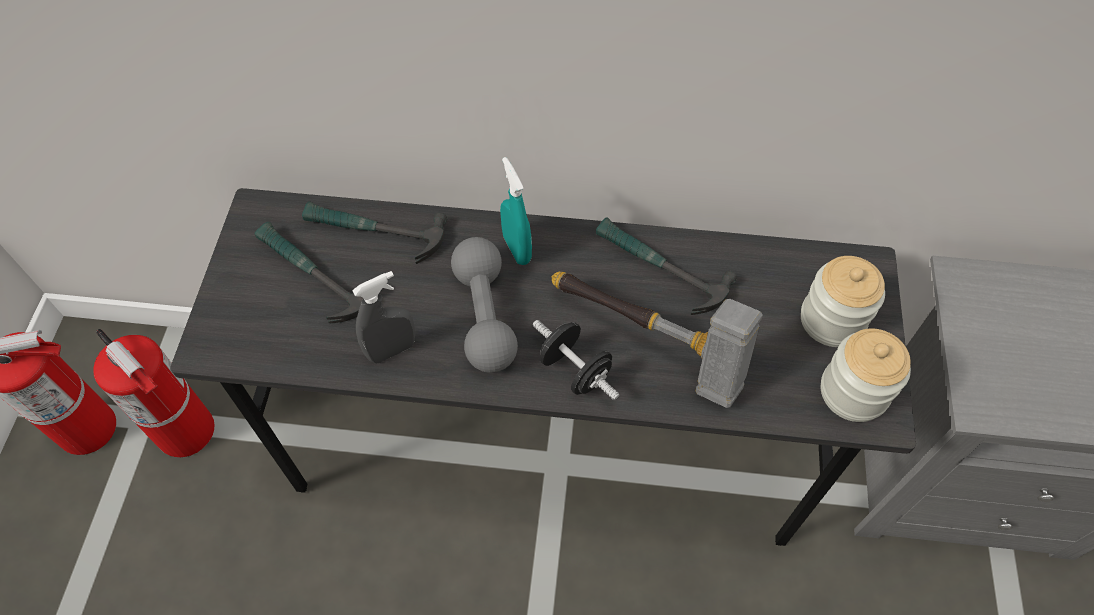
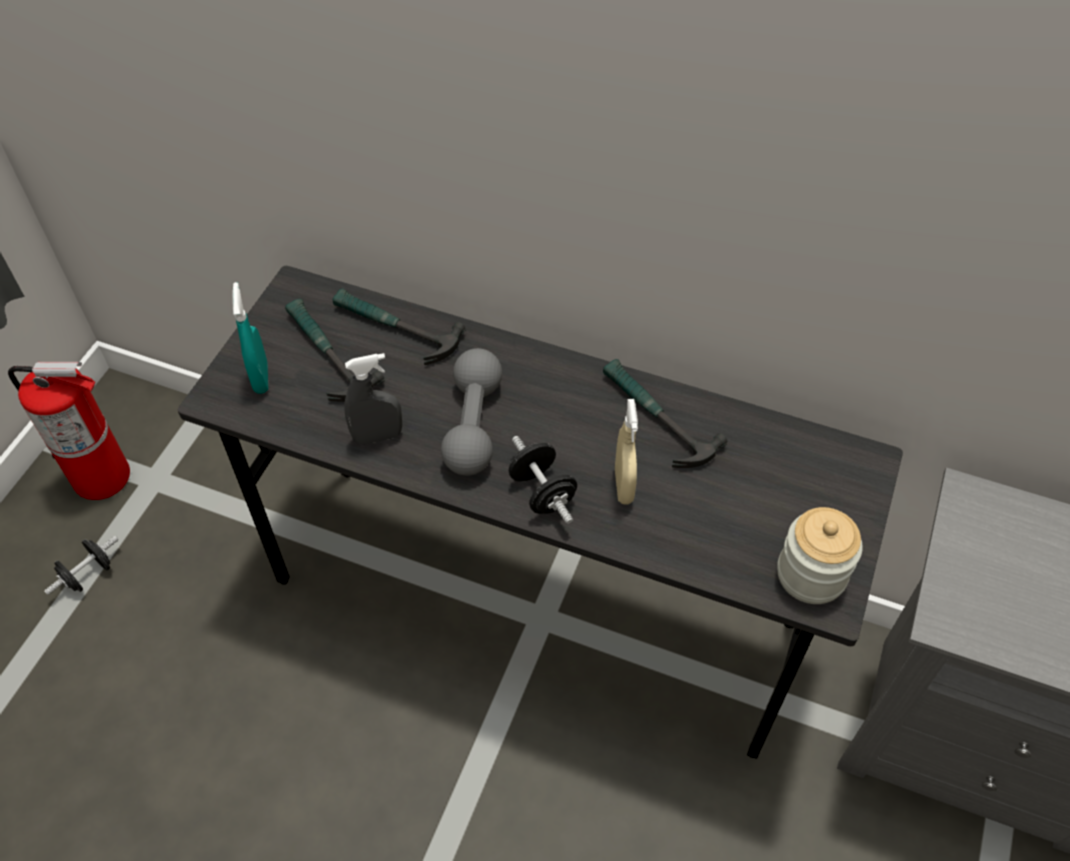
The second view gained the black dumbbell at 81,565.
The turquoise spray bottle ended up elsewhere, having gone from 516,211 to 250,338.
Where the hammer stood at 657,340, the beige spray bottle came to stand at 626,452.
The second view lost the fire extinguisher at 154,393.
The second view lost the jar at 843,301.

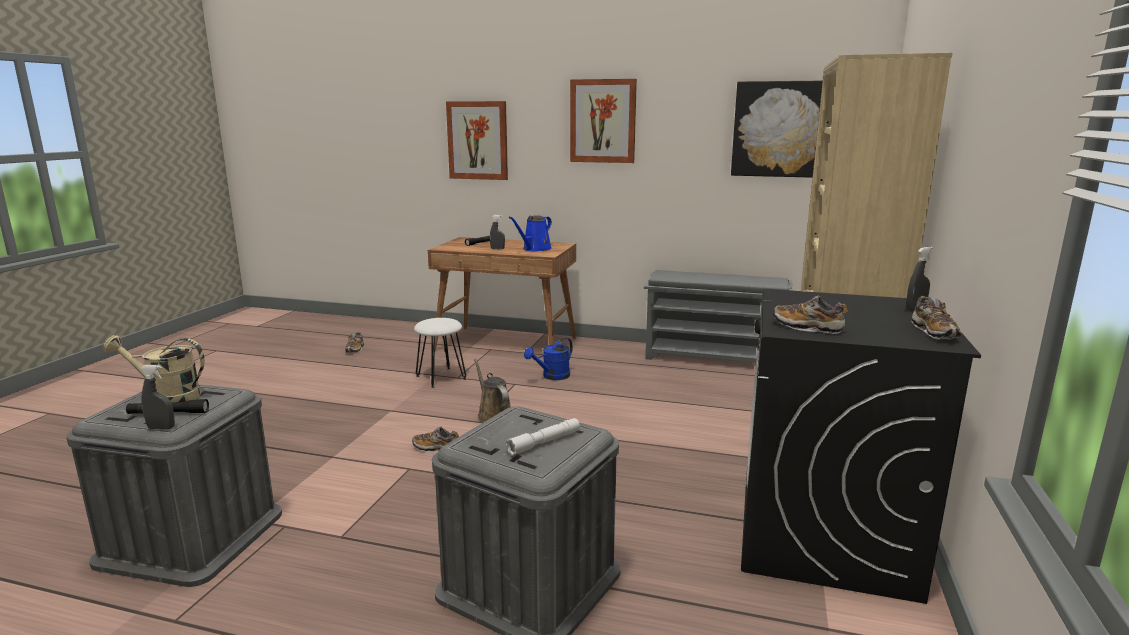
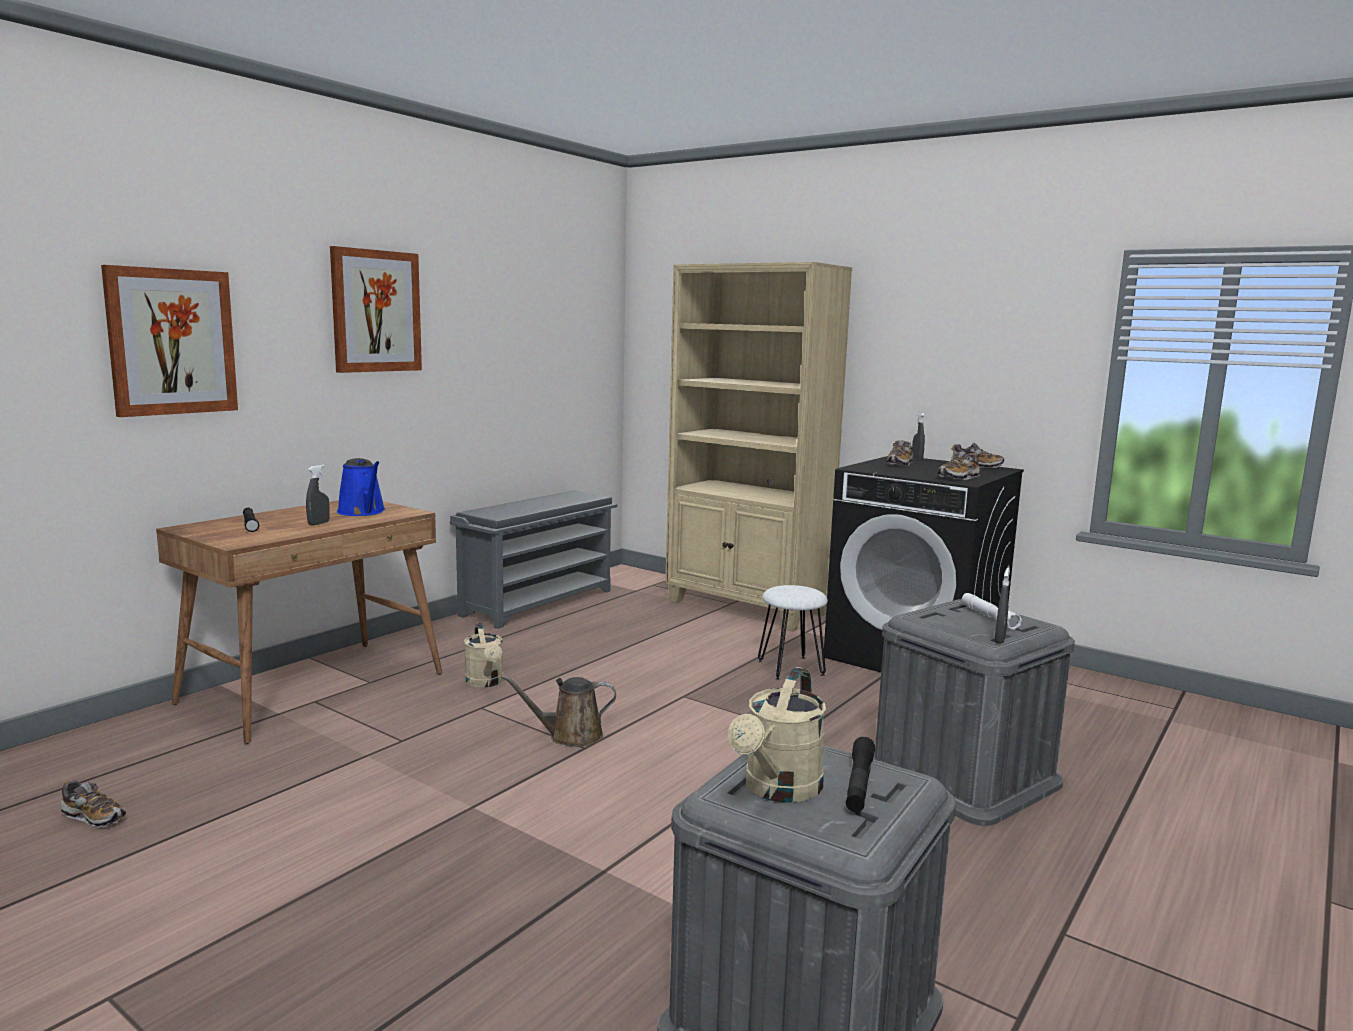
What was the blue watering can at 548,359 turned into the beige watering can at 484,655.
The white stool ended up elsewhere, having gone from 440,353 to 793,632.
The shoe ended up elsewhere, having gone from 435,440 to 900,453.
The grey spray bottle ended up elsewhere, having gone from 157,397 to 1002,606.
The second view lost the picture at 777,129.

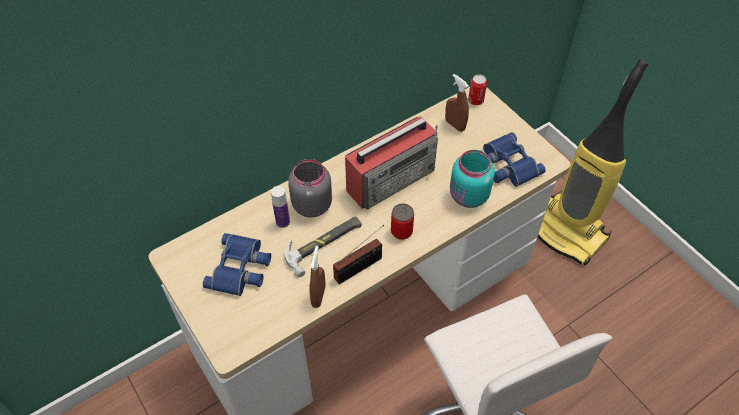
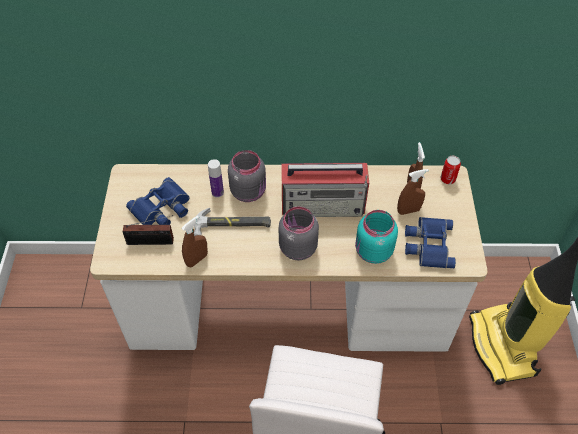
The radio ended up elsewhere, having gone from 358,254 to 148,230.
Where the can stood at 402,221, the grey jar came to stand at 299,233.
The second view gained the brown spray bottle at 413,192.

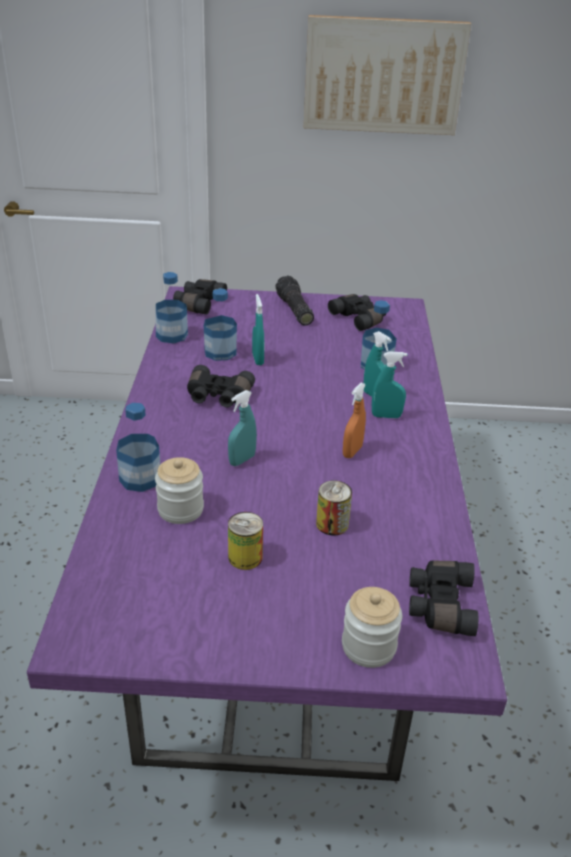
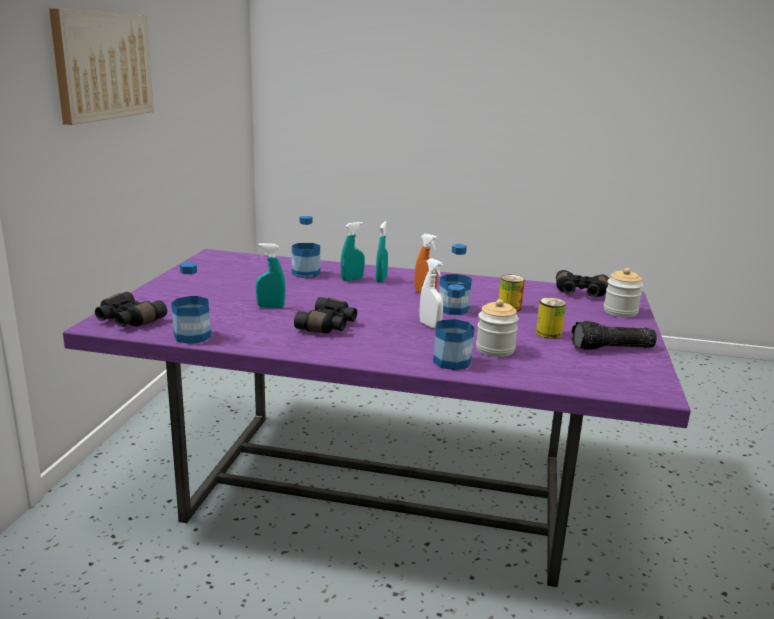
What was the turquoise spray bottle at 242,428 turned into the white spray bottle at 431,293.
The bottle ended up elsewhere, having gone from 220,324 to 455,279.
The flashlight ended up elsewhere, having gone from 295,300 to 614,335.
The second view lost the black binoculars at 357,312.

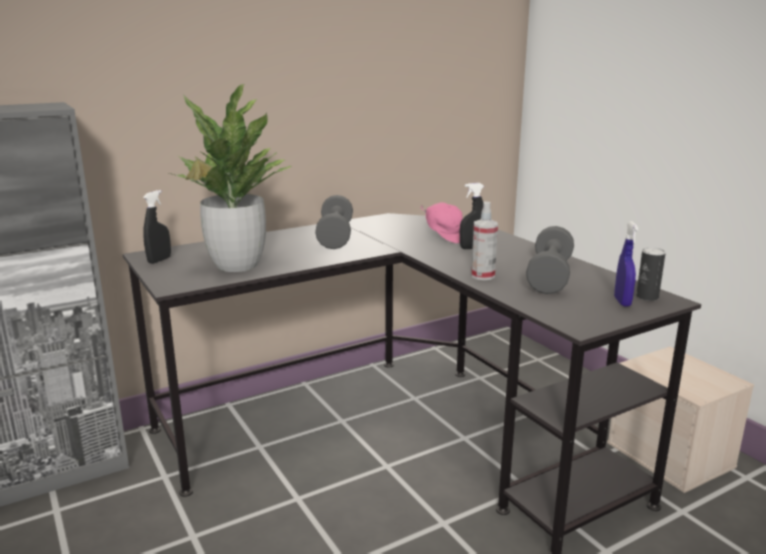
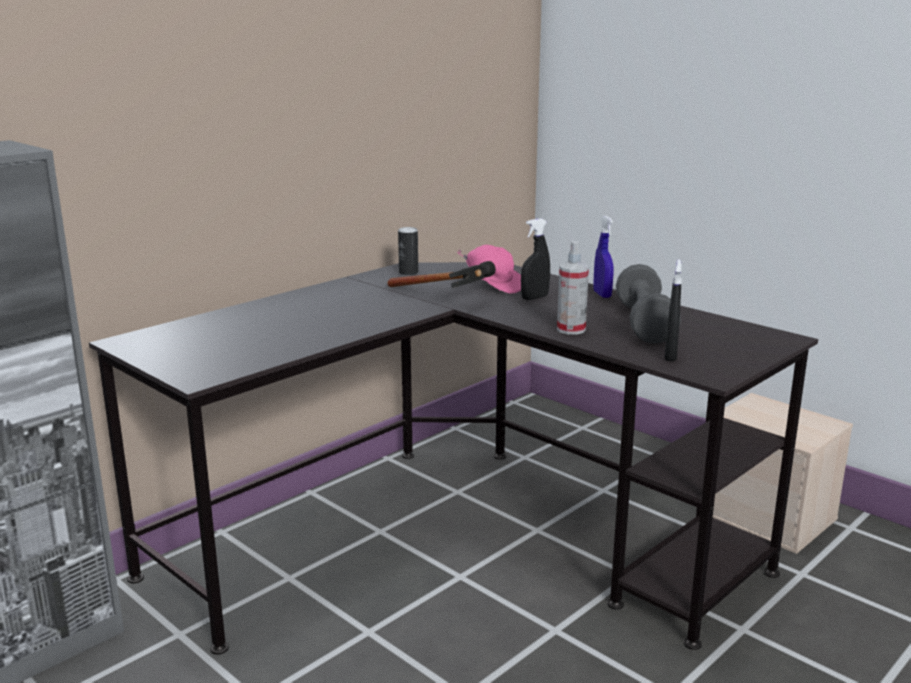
The second view gained the hammer at 442,274.
The can ended up elsewhere, having gone from 651,274 to 408,251.
The blue spray bottle ended up elsewhere, having gone from 626,263 to 603,257.
The black spray bottle ended up elsewhere, having gone from 157,227 to 673,310.
The second view lost the potted plant at 230,178.
The second view lost the grey dumbbell at 334,222.

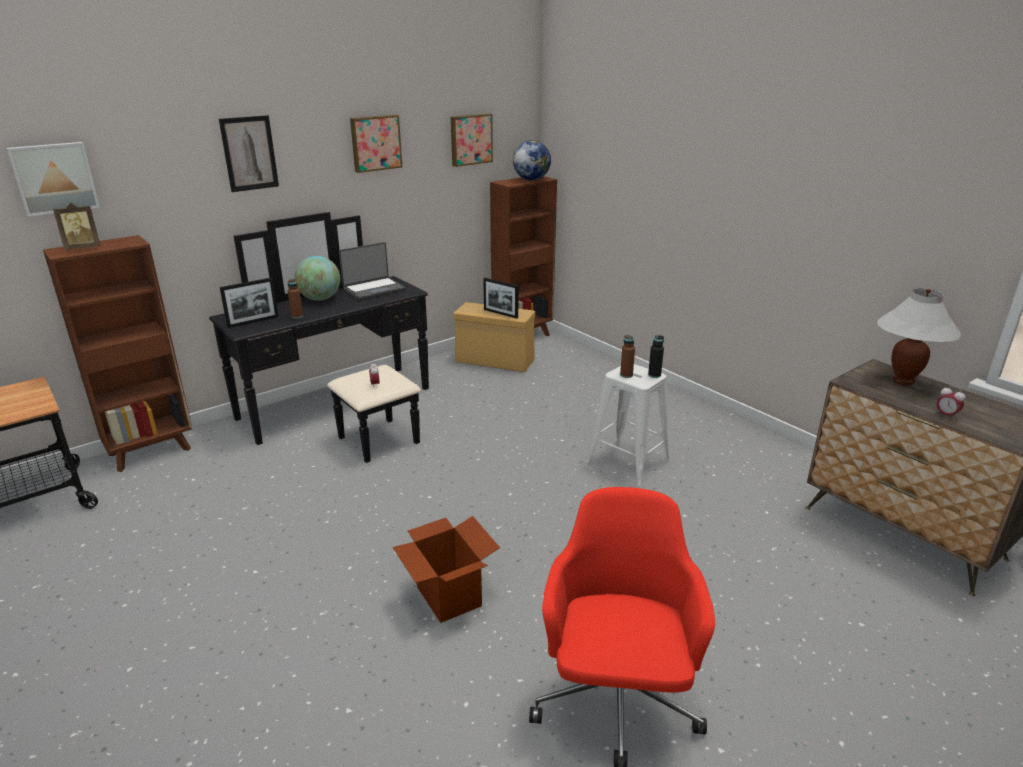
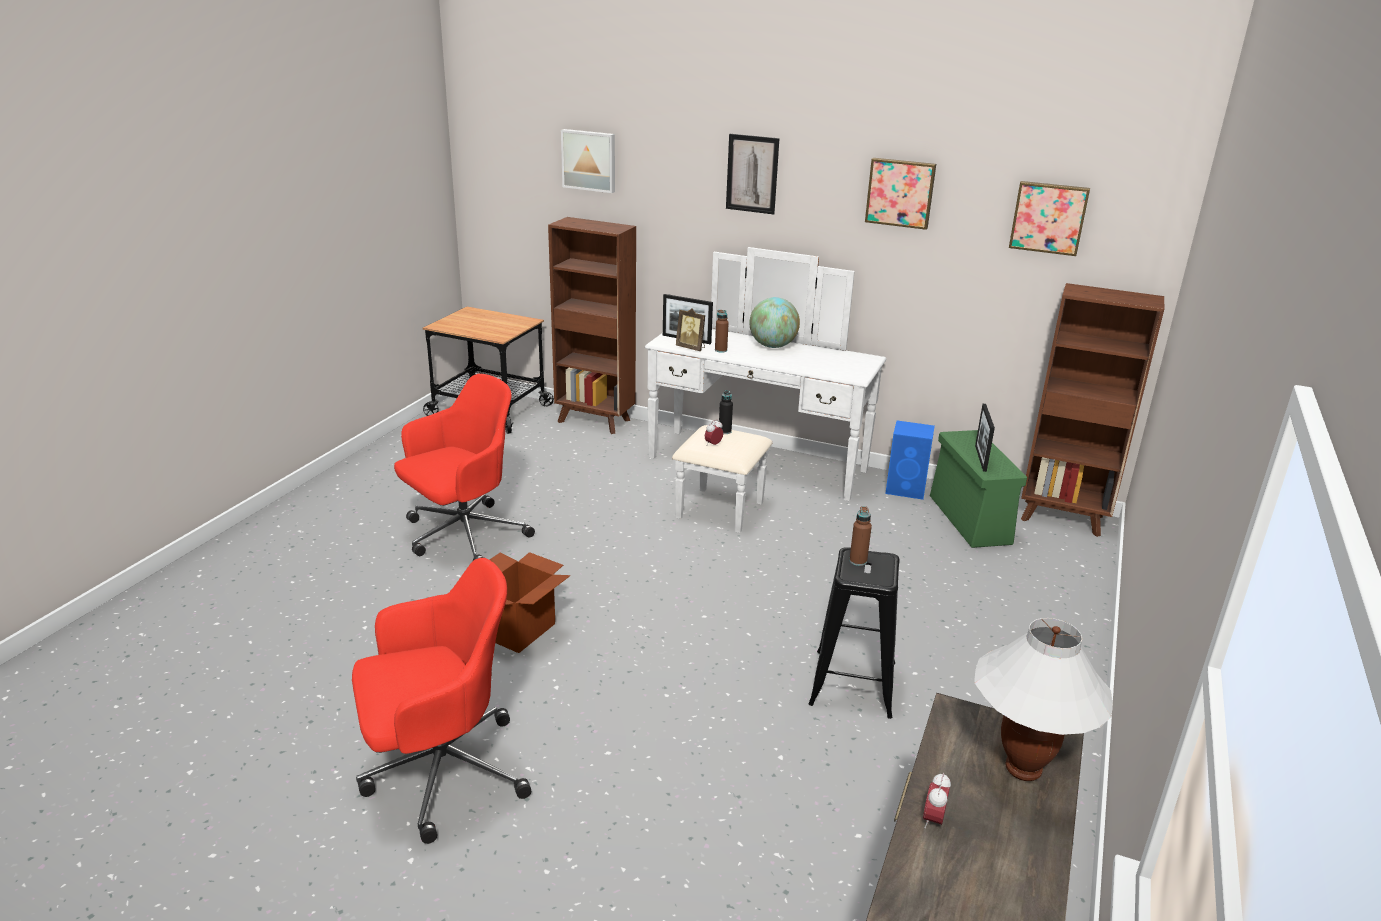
The second view gained the red office chair at 464,467.
What was the black dresser at 319,337 turned into the white dresser at 765,390.
The picture frame ended up elsewhere, having gone from 76,226 to 690,329.
The black bottle ended up elsewhere, having gone from 656,356 to 726,412.
What was the white stool at 628,425 turned into the black stool at 854,633.
The second view gained the blue speaker at 910,460.
What was the beige storage box at 494,337 turned into the green storage box at 978,489.
The second view lost the laptop at 372,271.
The second view lost the globe at 532,160.

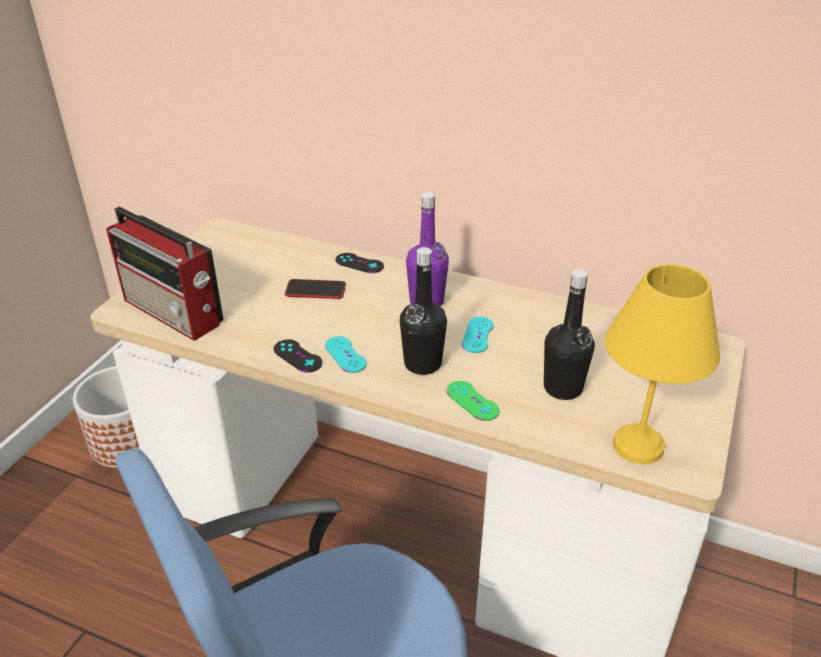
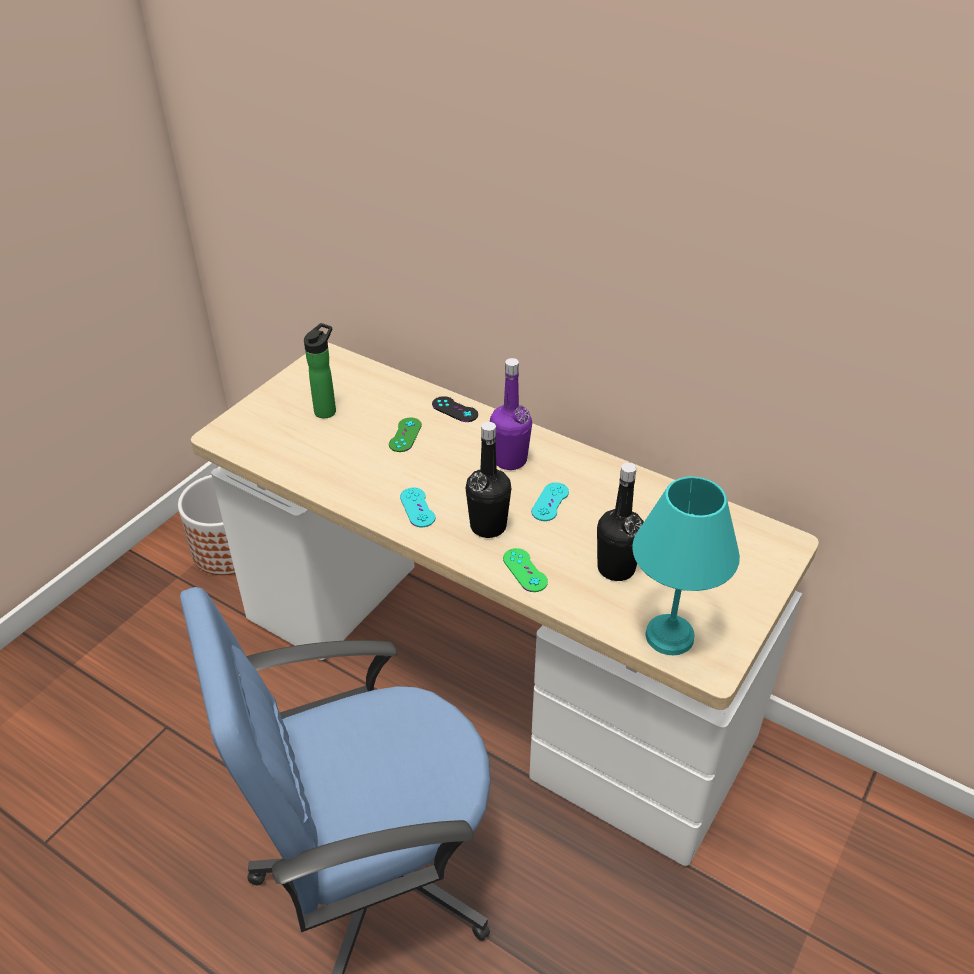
The second view gained the bottle at 320,370.
Where the phone stood at 315,289, the green game controller came to stand at 405,434.
What was the yellow table lamp at 662,364 turned into the turquoise table lamp at 686,565.
The second view lost the radio at 165,274.
The second view lost the black game controller at 298,356.

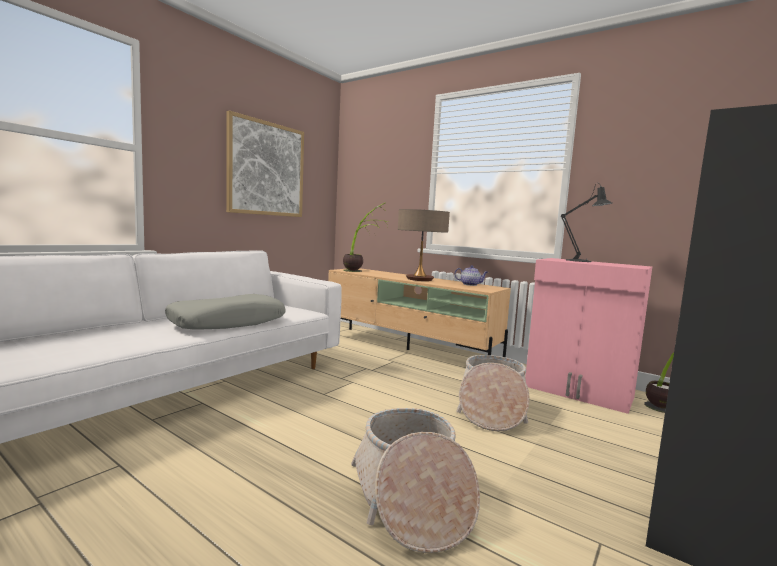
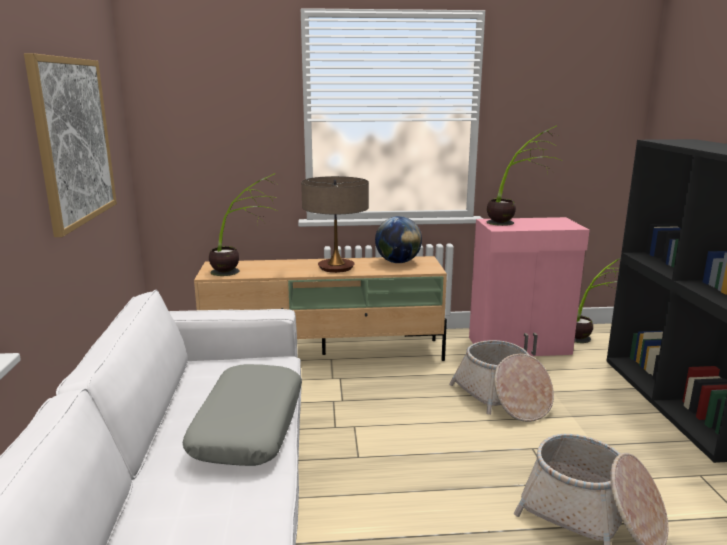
Where the teapot stood at 471,275, the globe came to stand at 398,239.
Where the black table lamp stood at 586,222, the potted plant came to stand at 524,175.

